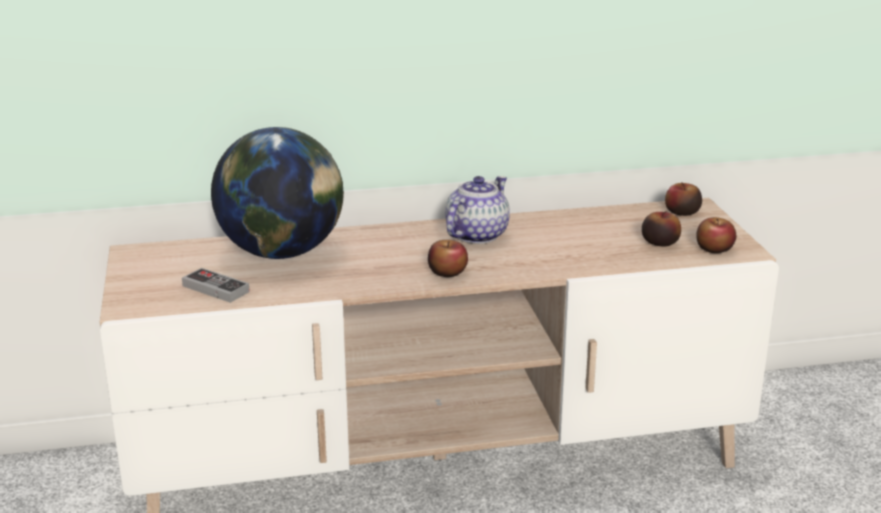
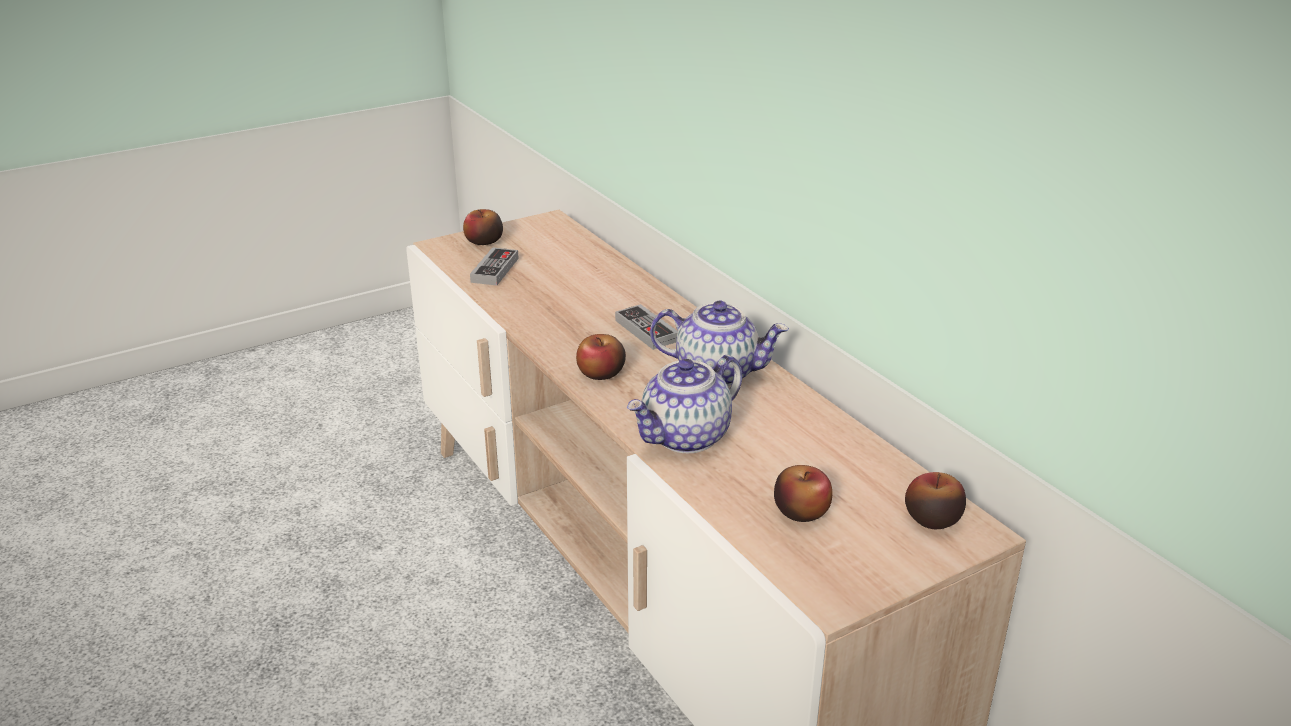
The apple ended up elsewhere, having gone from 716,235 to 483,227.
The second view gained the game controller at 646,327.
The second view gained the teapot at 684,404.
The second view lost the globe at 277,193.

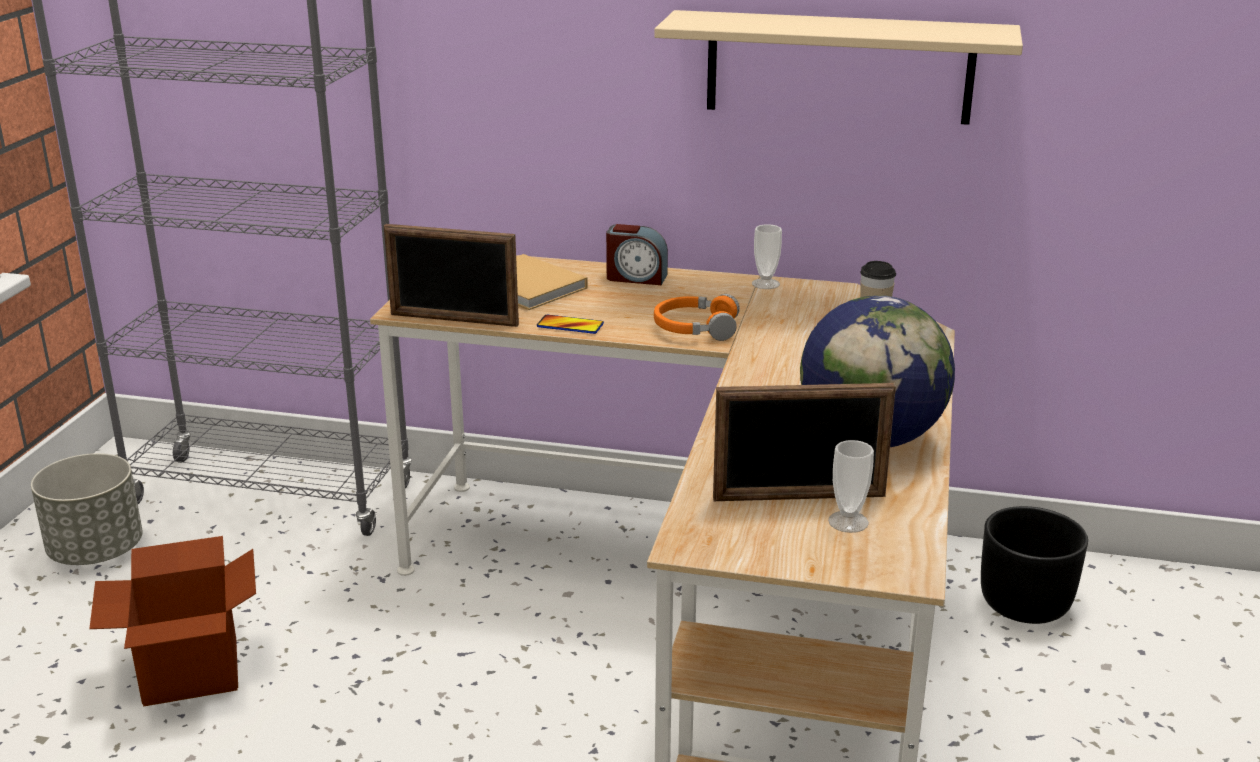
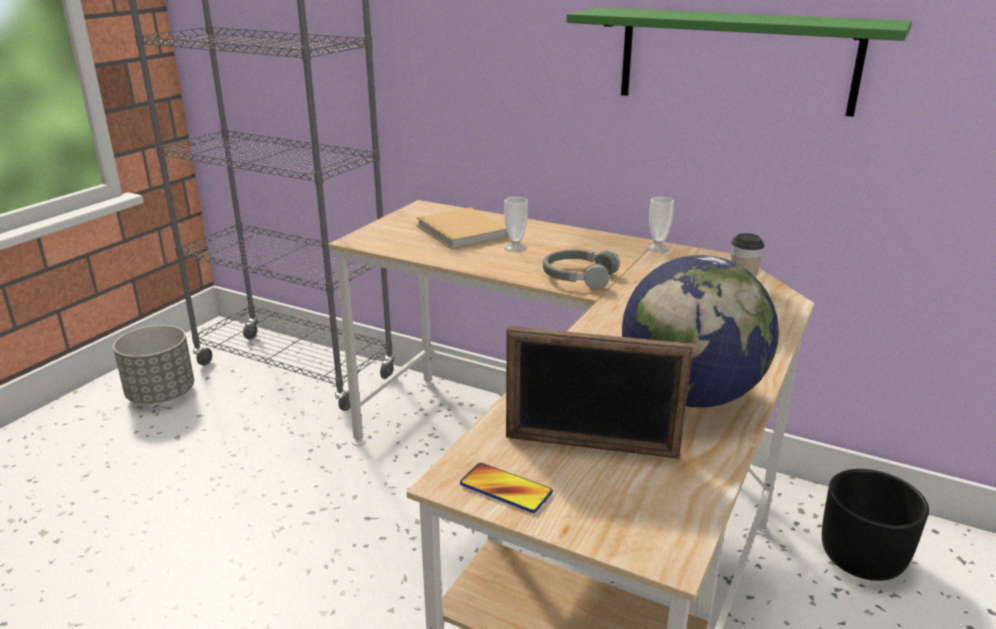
The phone ended up elsewhere, having gone from 570,324 to 506,488.
The cup ended up elsewhere, having gone from 851,486 to 516,224.
What was the orange headphones at 697,317 turned into the grey headphones at 581,270.
What was the beige shelf at 839,67 turned into the green shelf at 739,62.
The second view lost the cardboard box at 172,621.
The second view lost the picture frame at 451,275.
The second view lost the alarm clock at 637,254.

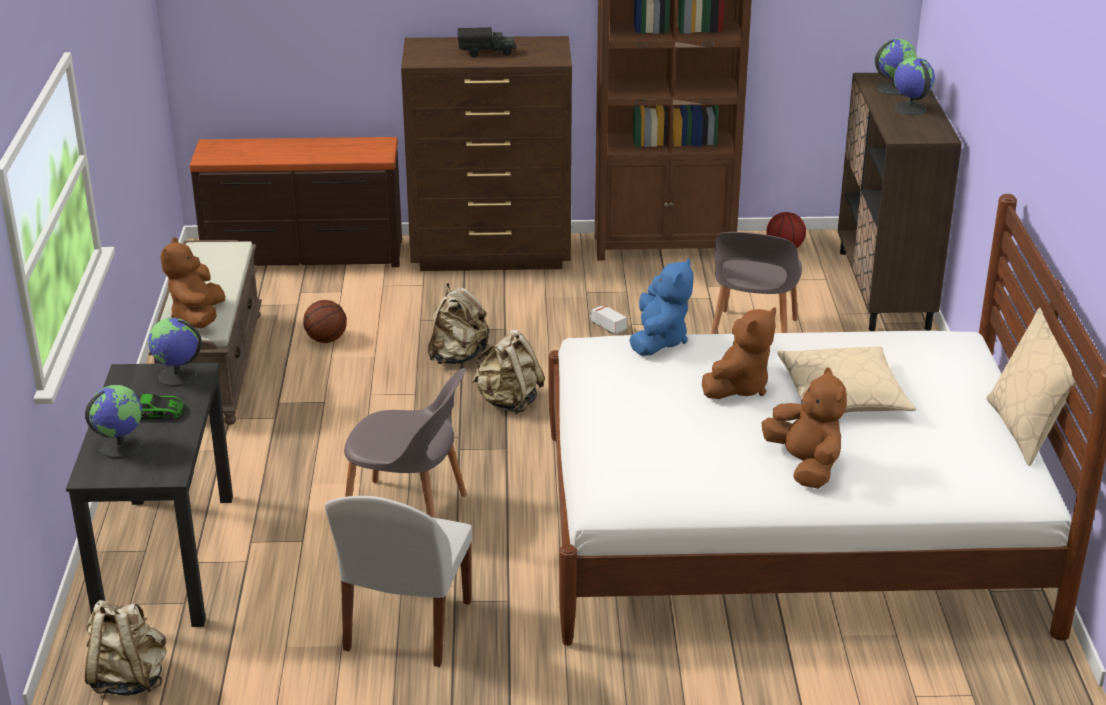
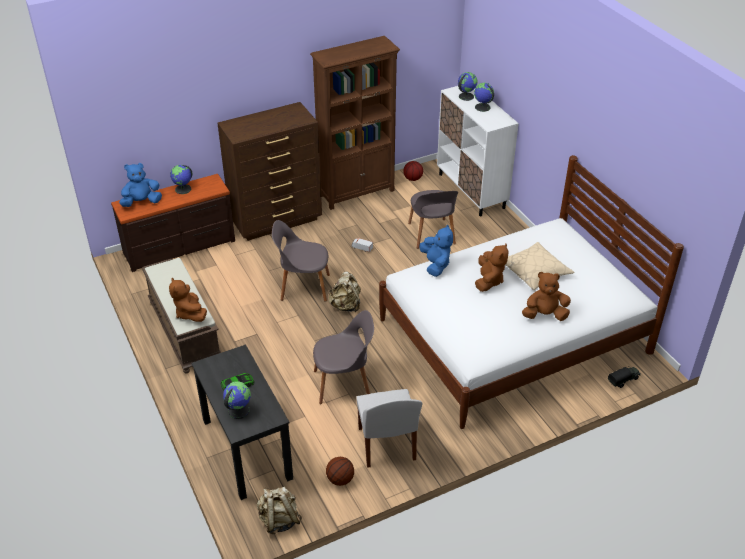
The second view gained the blue plush toy at 140,185.
The globe ended up elsewhere, having gone from 175,352 to 181,179.
Where the beige backpack stood at 459,323, the grey chair came to stand at 301,261.
The basketball ended up elsewhere, having gone from 325,321 to 340,471.
What was the brown cabinet at 900,202 turned into the white cabinet at 478,151.
The brown plush toy at 804,428 ended up facing another way, 45 degrees counterclockwise from before.
The toy truck ended up elsewhere, having gone from 487,42 to 624,377.
The second view lost the beige pillow at 1037,387.

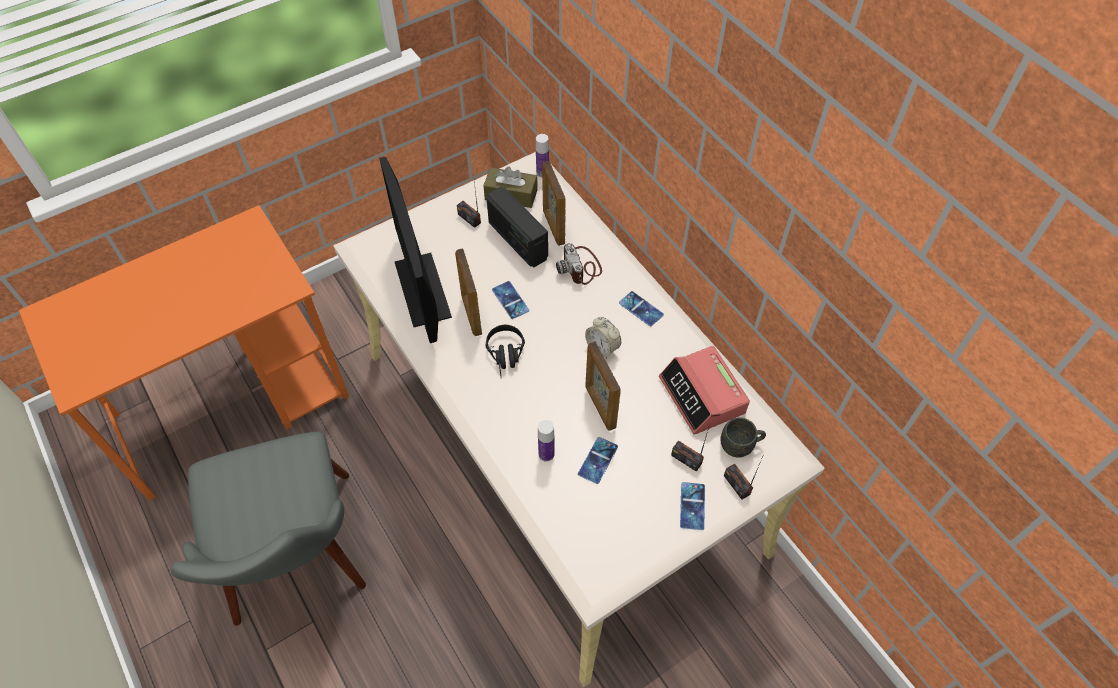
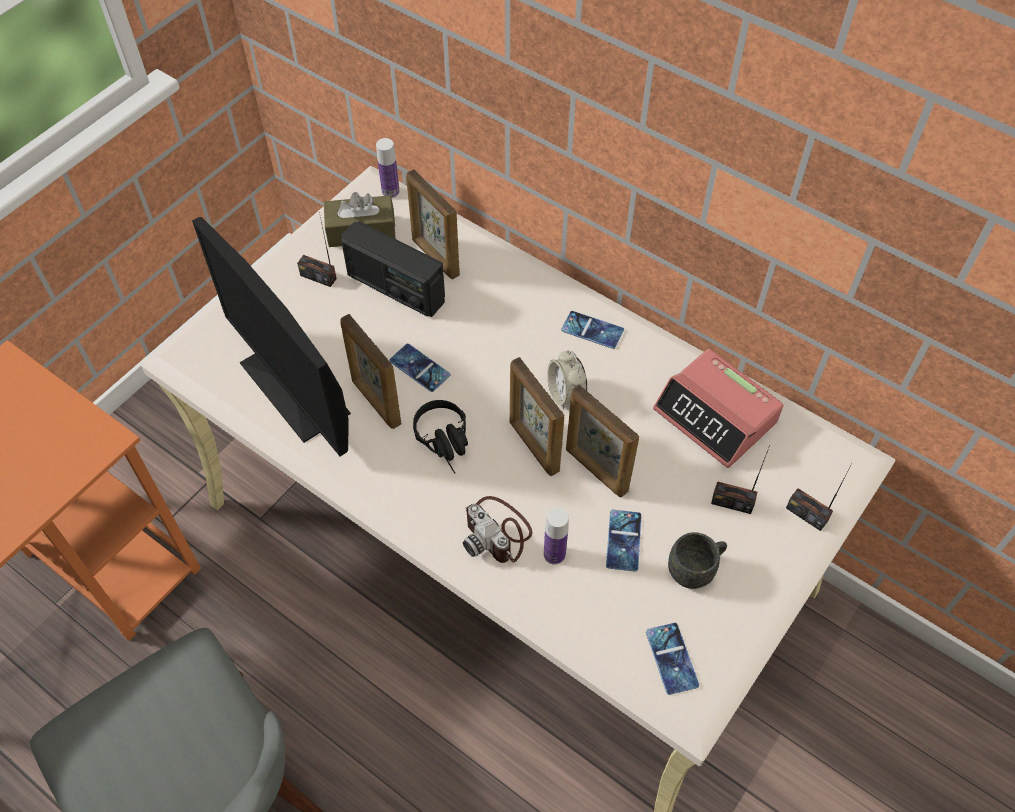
The photo camera ended up elsewhere, having gone from 579,264 to 497,529.
The second view gained the picture frame at 537,416.
The alarm clock at 603,338 ended up facing another way, 45 degrees clockwise from before.
The phone ended up elsewhere, having gone from 692,506 to 672,659.
The grey mug ended up elsewhere, having gone from 743,437 to 697,560.

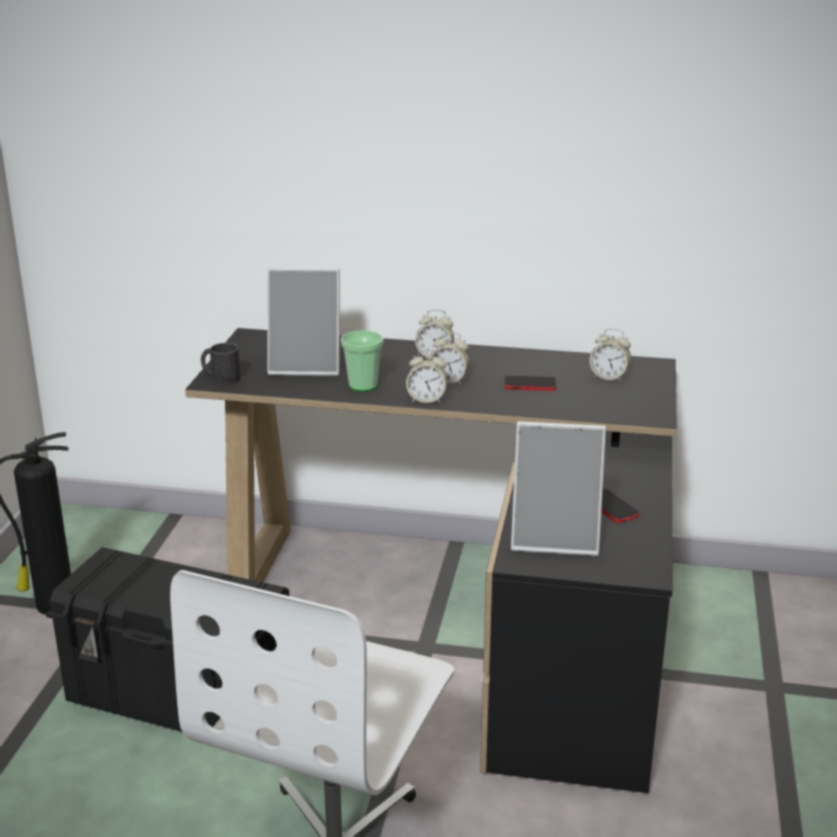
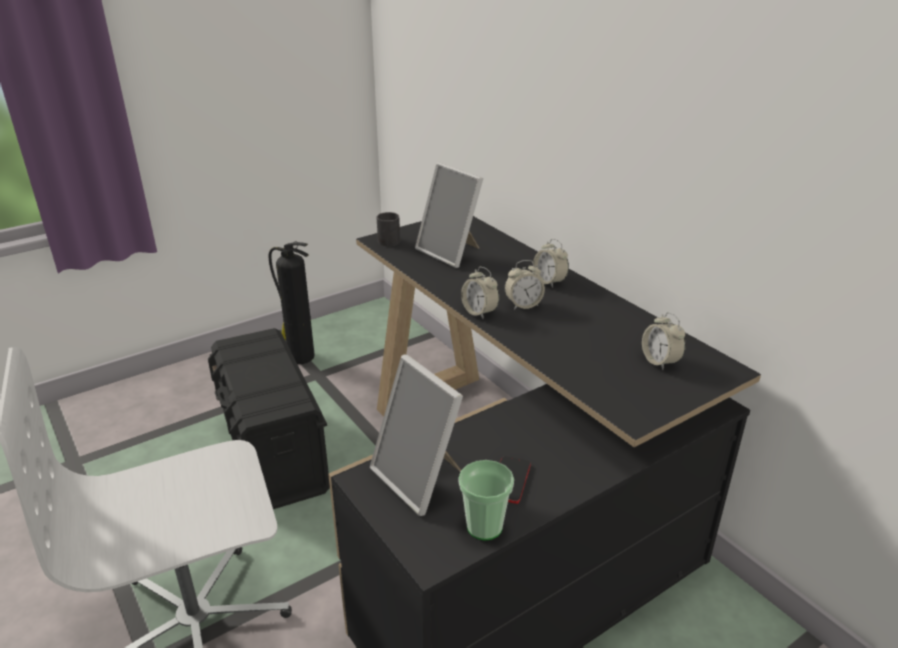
The cup ended up elsewhere, having gone from 362,361 to 486,500.
The alarm clock at 449,358 ended up facing another way, 75 degrees counterclockwise from before.
The second view lost the phone at 530,383.

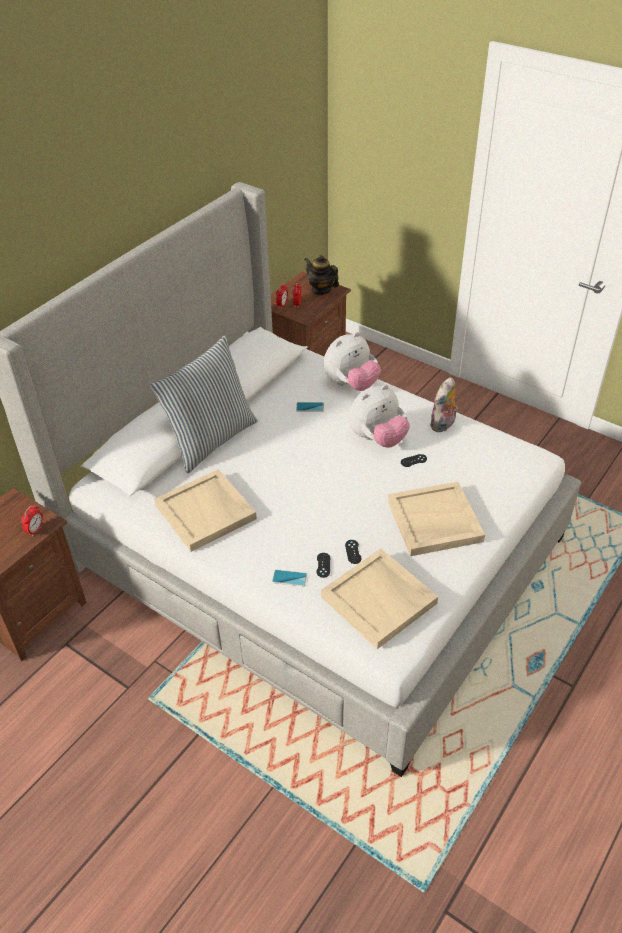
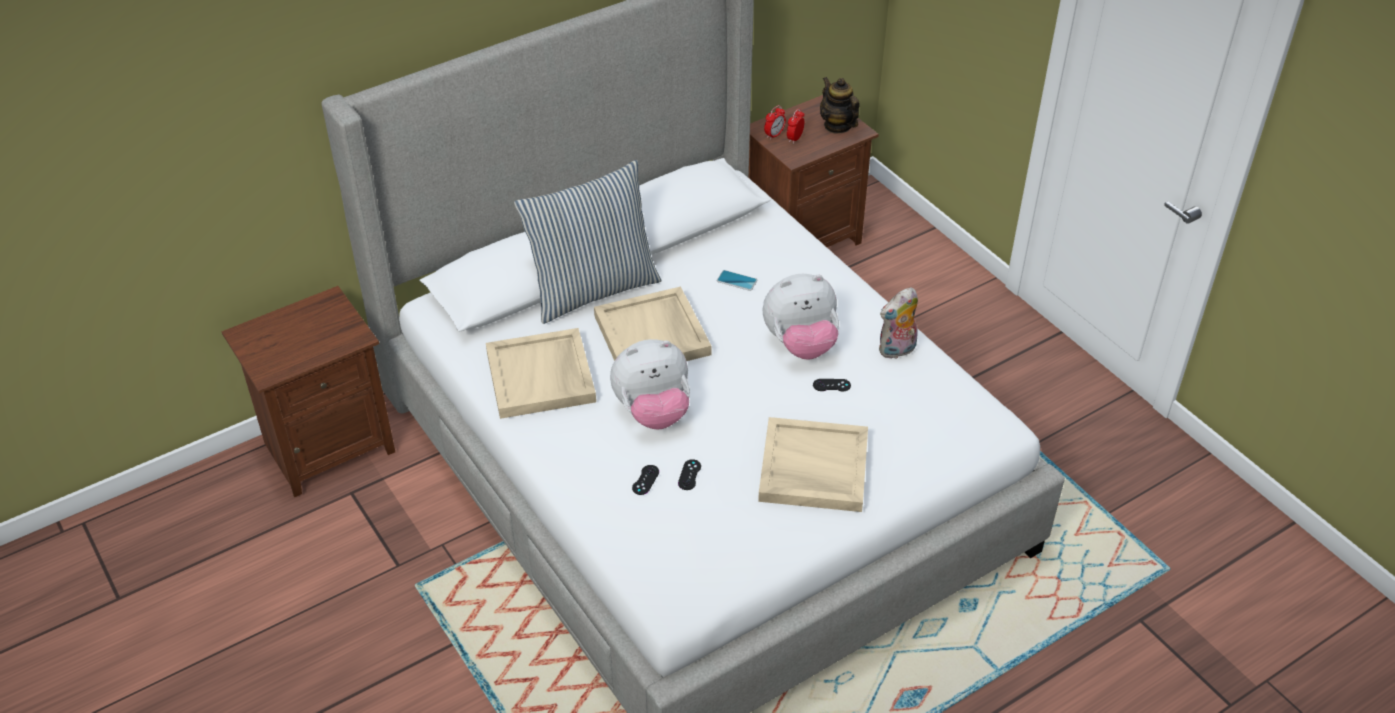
The beige tray ended up elsewhere, having gone from 379,599 to 652,324.
The plush toy ended up elsewhere, having gone from 352,361 to 650,384.
The second view lost the alarm clock at 32,520.
The second view lost the phone at 289,578.

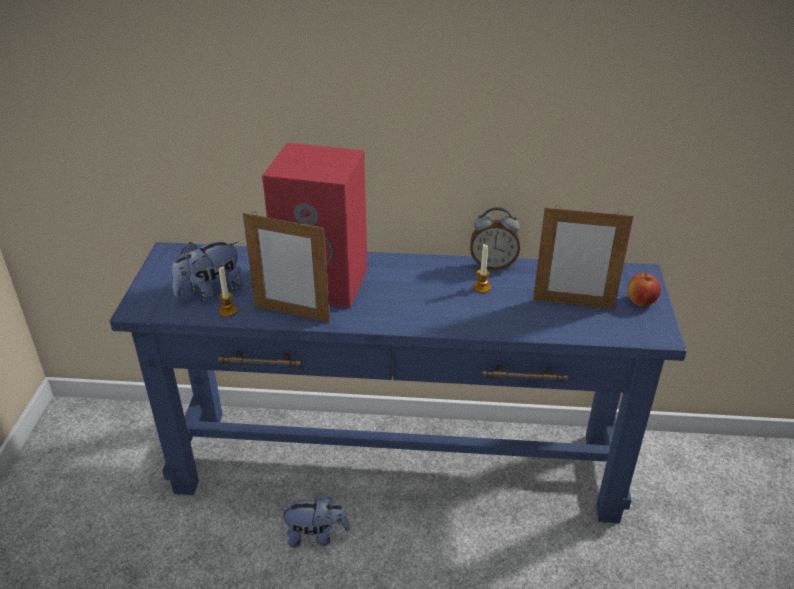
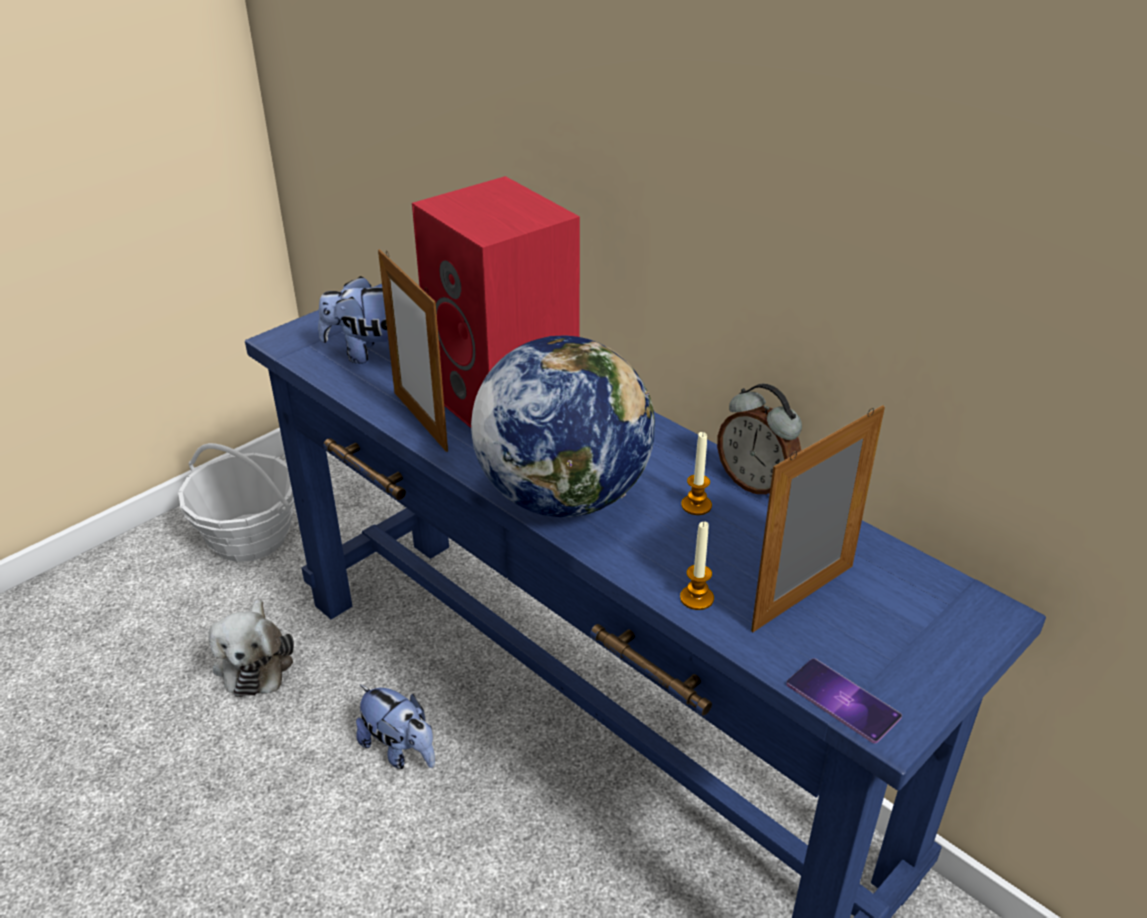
The second view gained the basket at 236,502.
The second view gained the plush toy at 251,648.
The second view gained the globe at 563,426.
The candle ended up elsewhere, having gone from 228,291 to 697,565.
The picture frame at 583,257 ended up facing another way, 90 degrees clockwise from before.
The second view gained the phone at 844,700.
The second view lost the apple at 644,289.

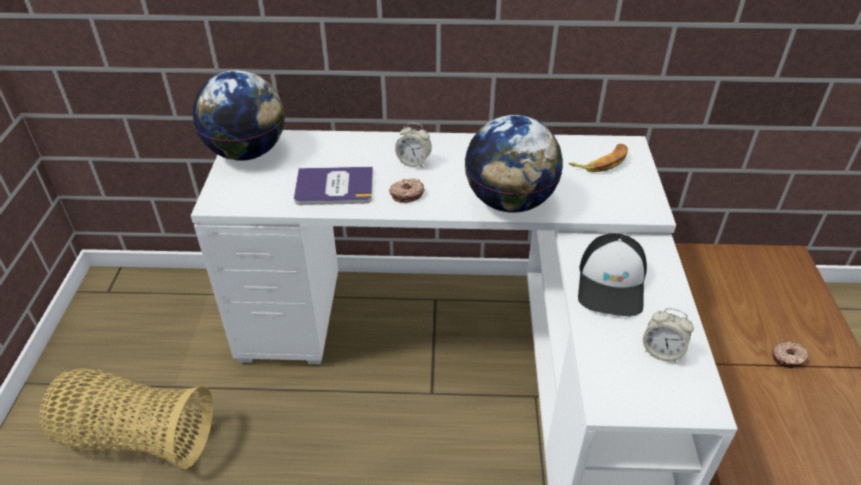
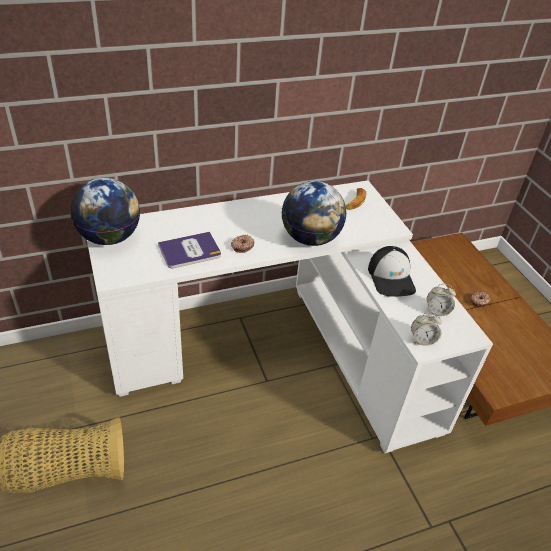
The alarm clock ended up elsewhere, having gone from 413,145 to 426,329.

